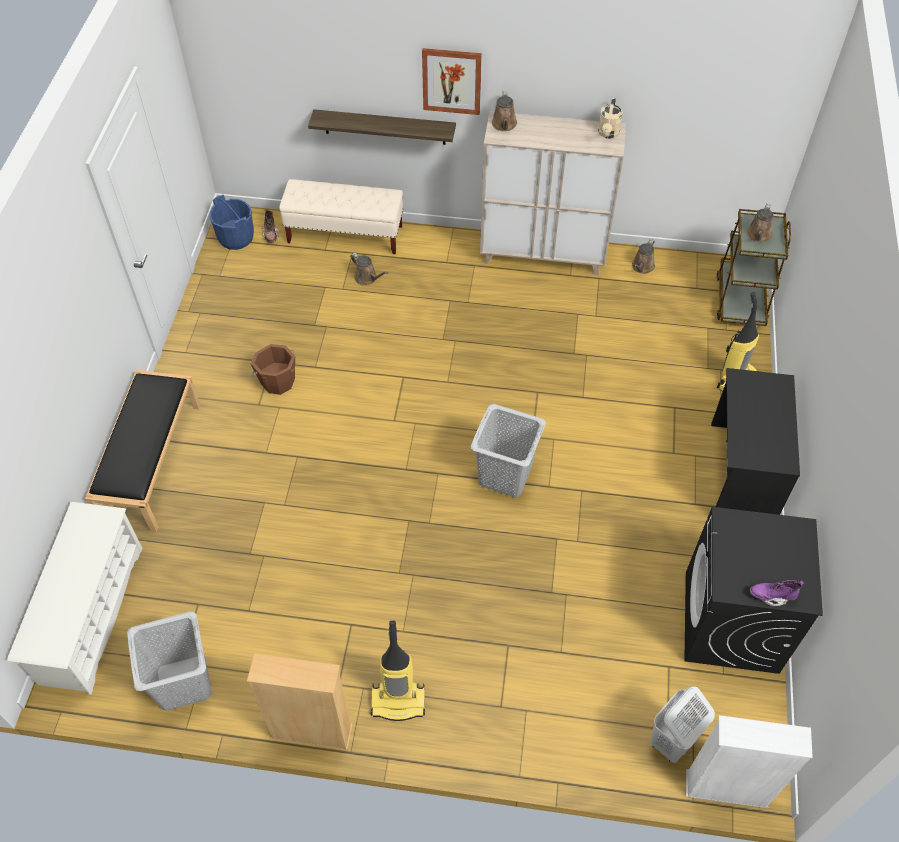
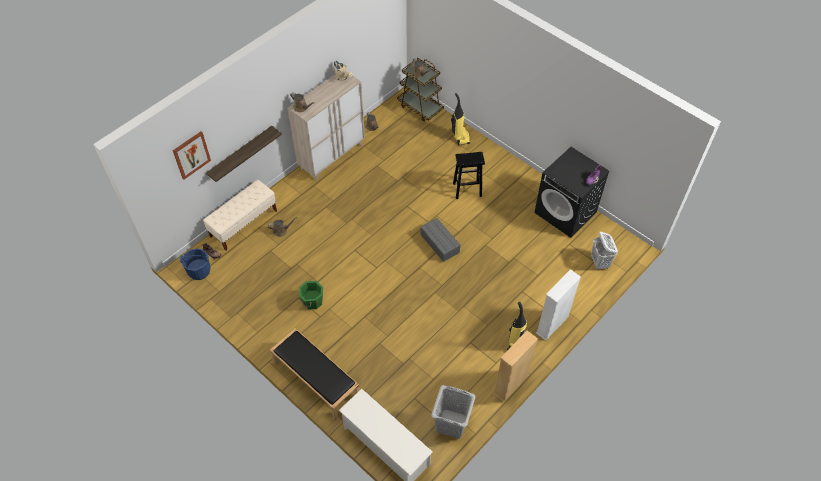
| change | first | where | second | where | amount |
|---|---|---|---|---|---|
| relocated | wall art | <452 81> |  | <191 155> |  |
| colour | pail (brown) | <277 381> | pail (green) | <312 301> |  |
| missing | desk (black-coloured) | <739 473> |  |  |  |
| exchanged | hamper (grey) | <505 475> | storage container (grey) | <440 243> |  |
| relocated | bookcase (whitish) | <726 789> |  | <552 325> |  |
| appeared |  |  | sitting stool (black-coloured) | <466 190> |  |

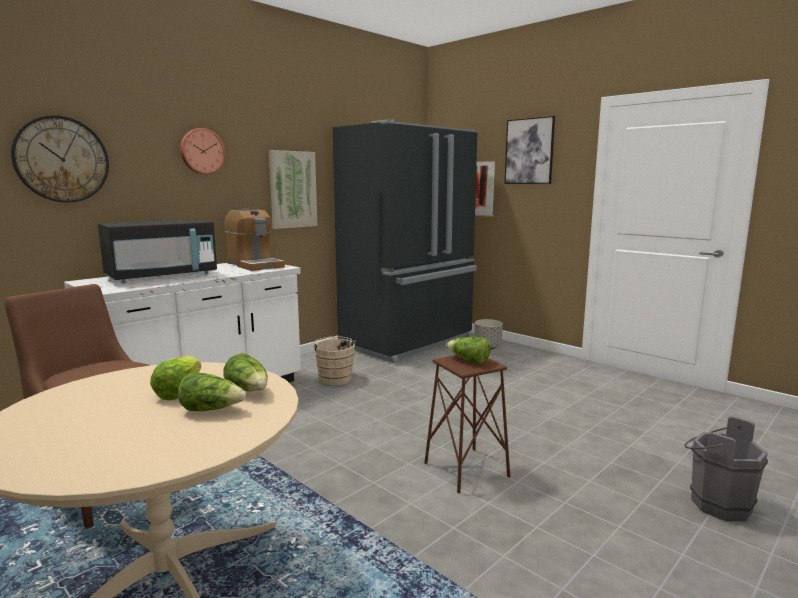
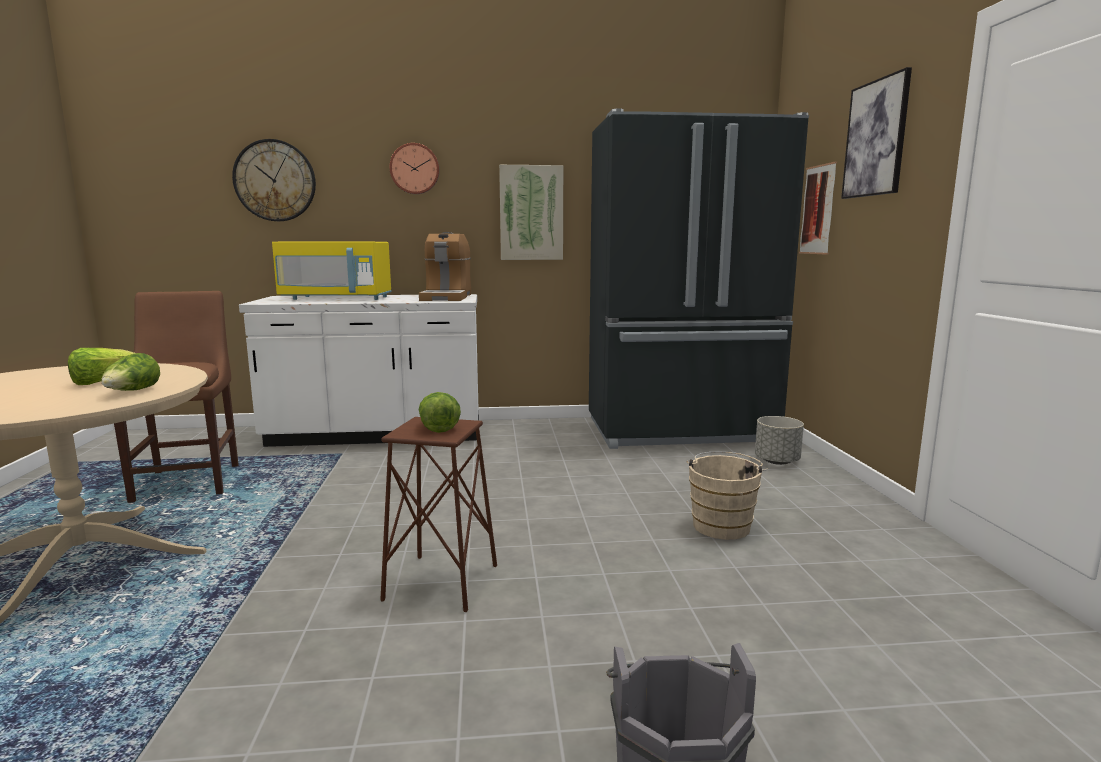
| change | first | where | second | where | amount |
|---|---|---|---|---|---|
| colour | microwave oven (black-coloured) | <162 277> | microwave oven (yellowish) | <337 298> |  |
| relocated | pail (sand-coloured) | <335 378> |  | <722 525> |  |
| missing | lettuce head | <212 410> |  |  |  |

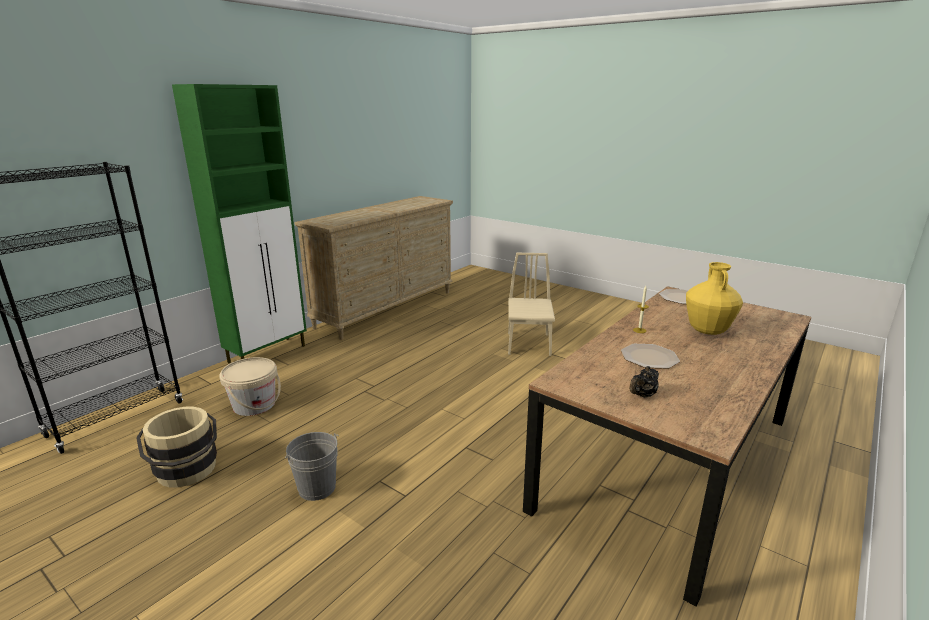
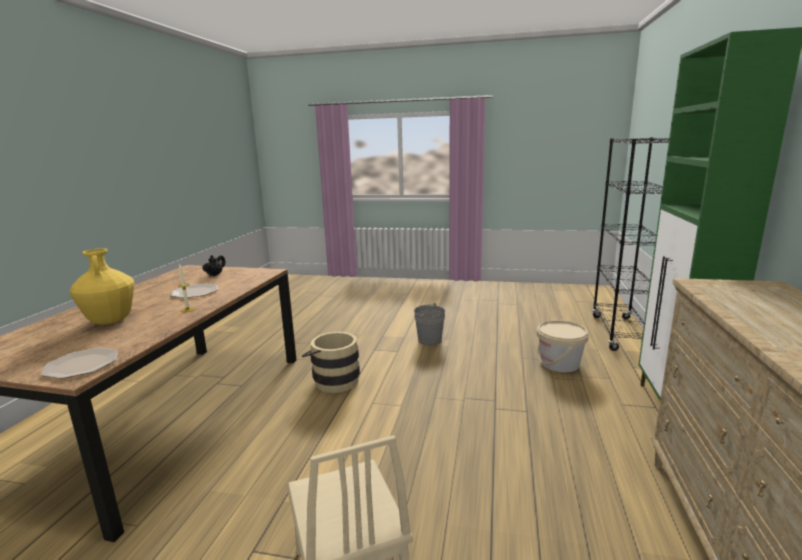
| change | first | where | second | where | amount |
|---|---|---|---|---|---|
| relocated | pail (sand-coloured) | <187 473> |  | <333 380> |  |

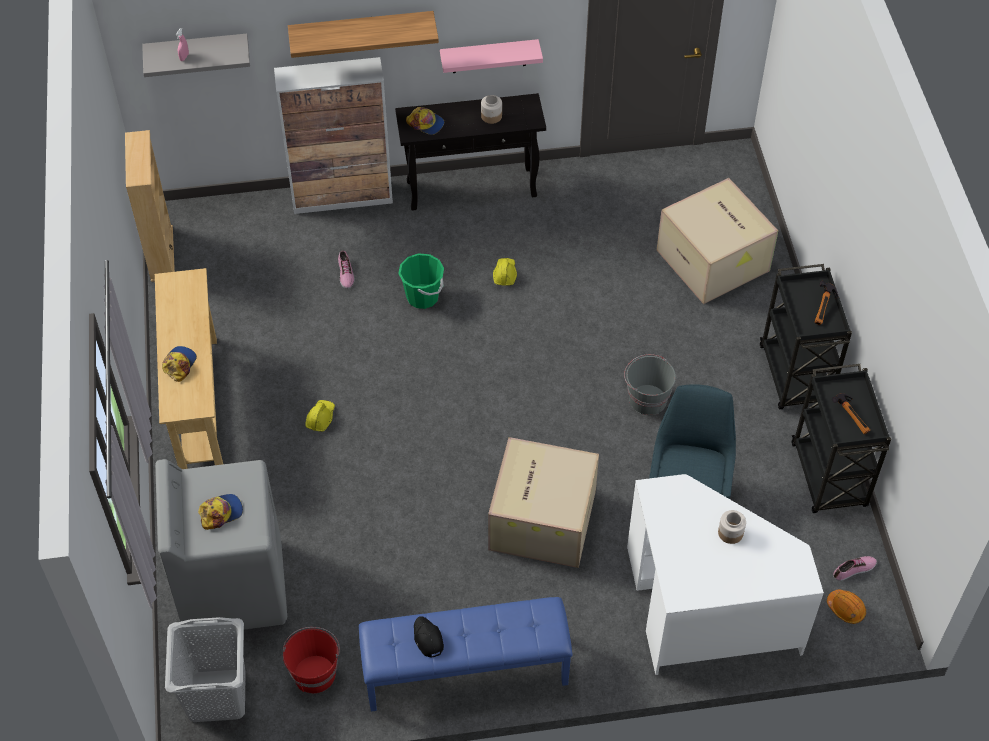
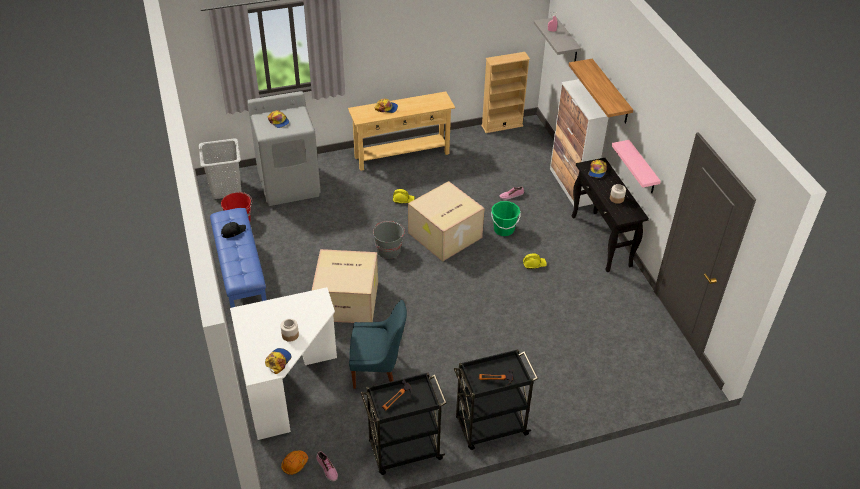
| change | first | where | second | where | amount |
|---|---|---|---|---|---|
| relocated | cardboard box | <714 261> |  | <445 236> |  |
| relocated | pail (grey) | <647 399> |  | <388 250> |  |
| appeared |  |  | baseball cap | <278 361> |  |

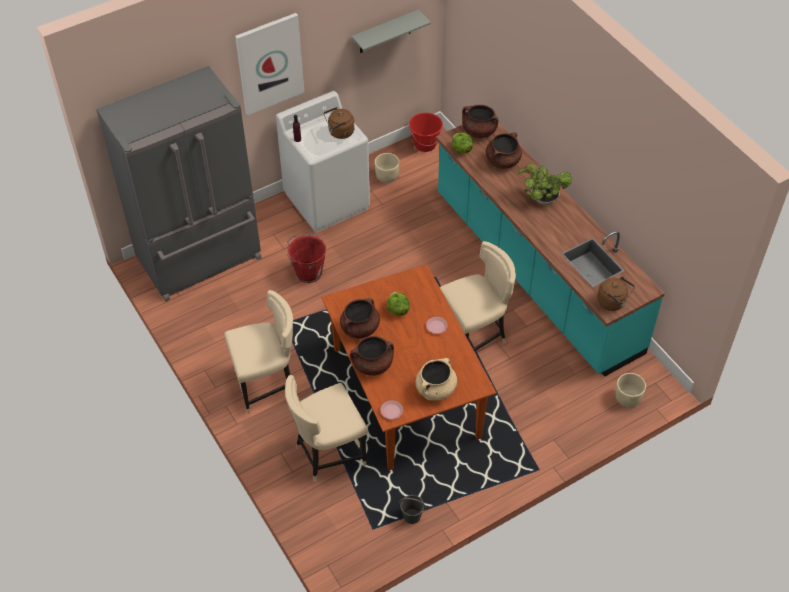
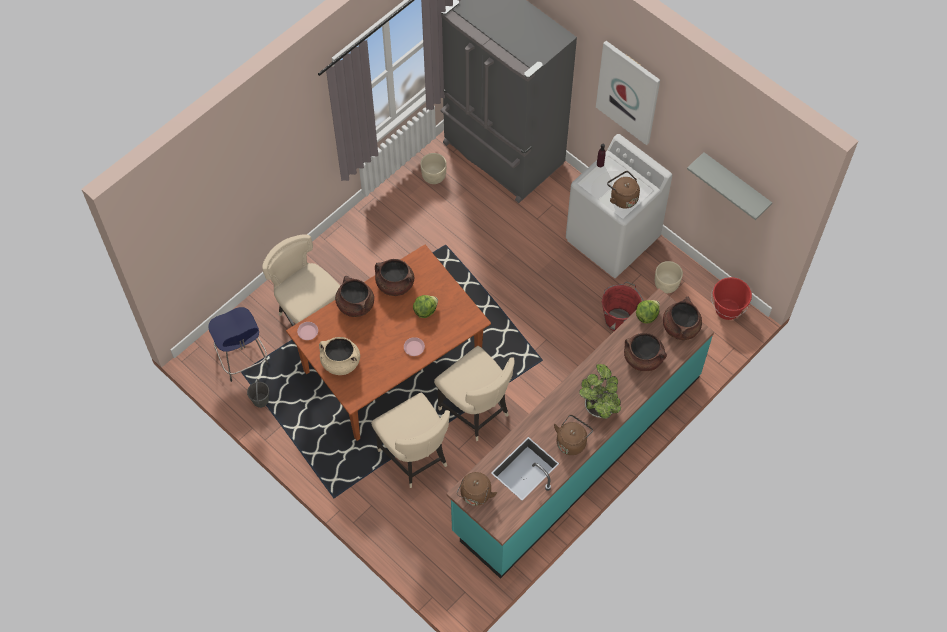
| change | first | where | second | where | amount |
|---|---|---|---|---|---|
| relocated | pail (reddish) | <308 272> |  | <619 319> |  |
| relocated | upright chair (sand-coloured) | <267 385> |  | <415 457> |  |
| relocated | planter (sand-coloured) | <627 398> |  | <434 176> |  |
| appeared |  |  | sitting stool (bluish) | <242 358> |  |
| appeared |  |  | tea kettle (brown) | <572 441> |  |

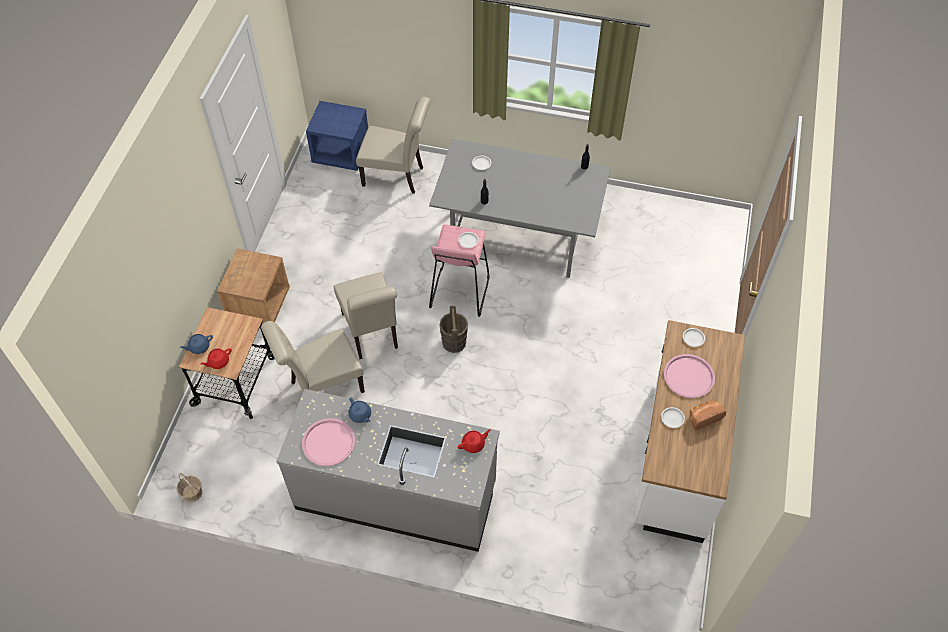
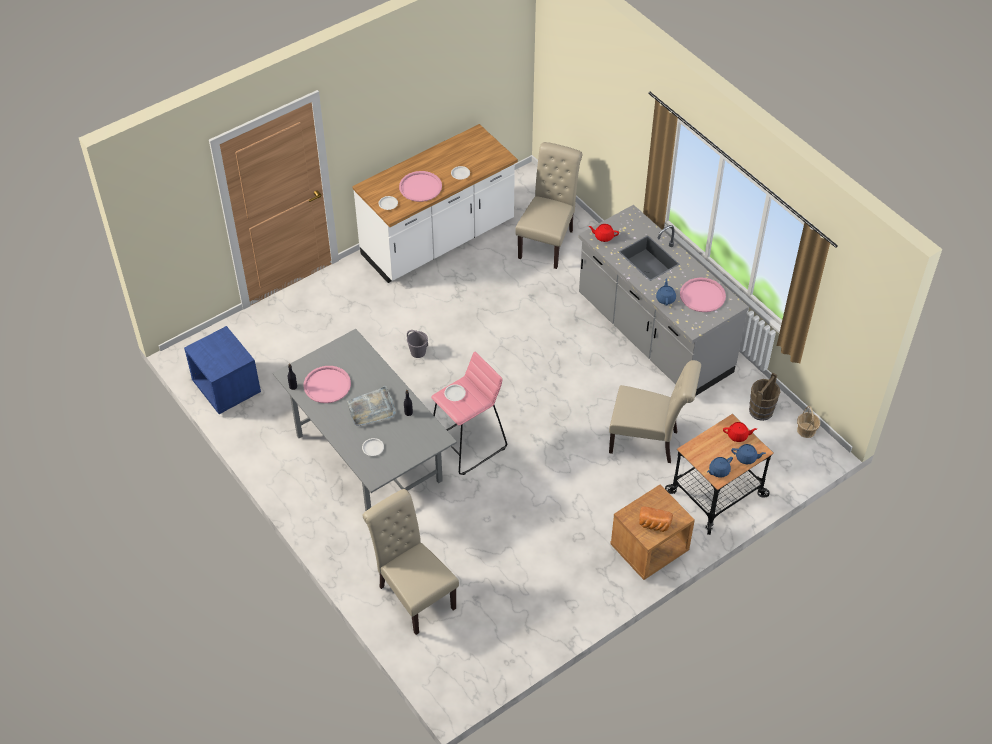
| change | first | where | second | where | amount |
|---|---|---|---|---|---|
| relocated | bedside table (bluish) | <341 153> |  | <226 388> |  |
| relocated | upright chair (sand-coloured) | <371 333> |  | <548 241> |  |
| relocated | pail (brown) | <454 342> |  | <760 411> |  |
| relocated | baked bread | <704 417> |  | <654 525> |  |
| appeared |  |  | pail (grey) | <418 352> |  |
| appeared |  |  | carrying tray (pink-coloured) | <327 385> |  |
| appeared |  |  | carrying tray (grey) | <371 409> |  |
| appeared |  |  | teapot (bluish) | <718 471> |  |

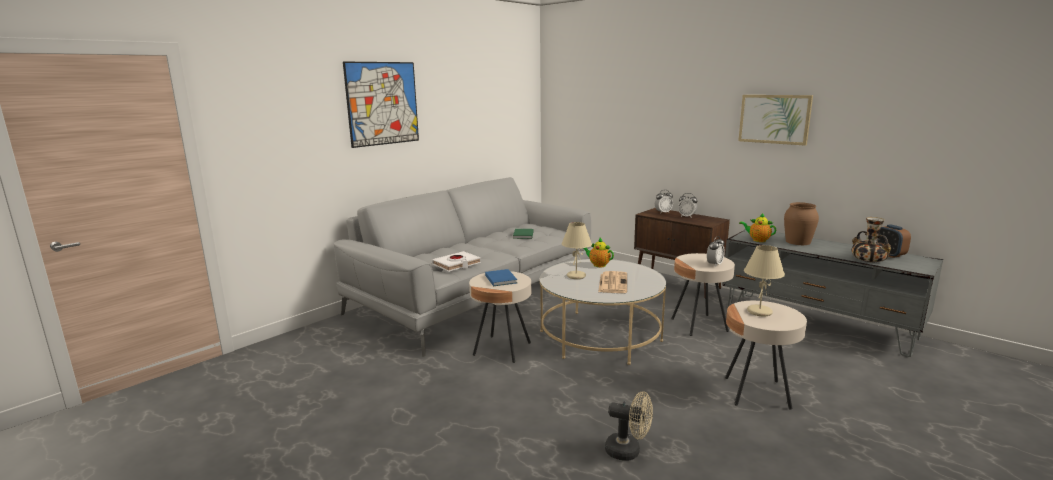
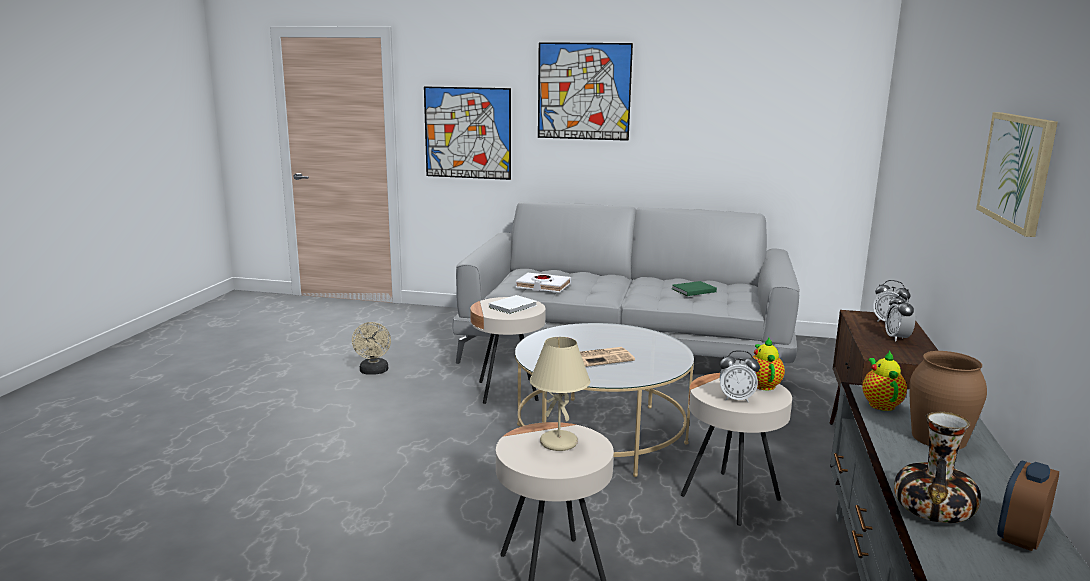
| change | first | where | second | where | amount |
|---|---|---|---|---|---|
| missing | lamp for a table (sand-coloured) | <576 276> |  |  |  |
| relocated | teapot | <598 265> |  | <763 384> |  |
| colour | book (bluish) | <501 279> | book (whitish) | <514 306> |  |
| relocated | fan (sand-coloured) | <628 451> |  | <374 372> |  |
| appeared |  |  | wall art | <467 133> |  |

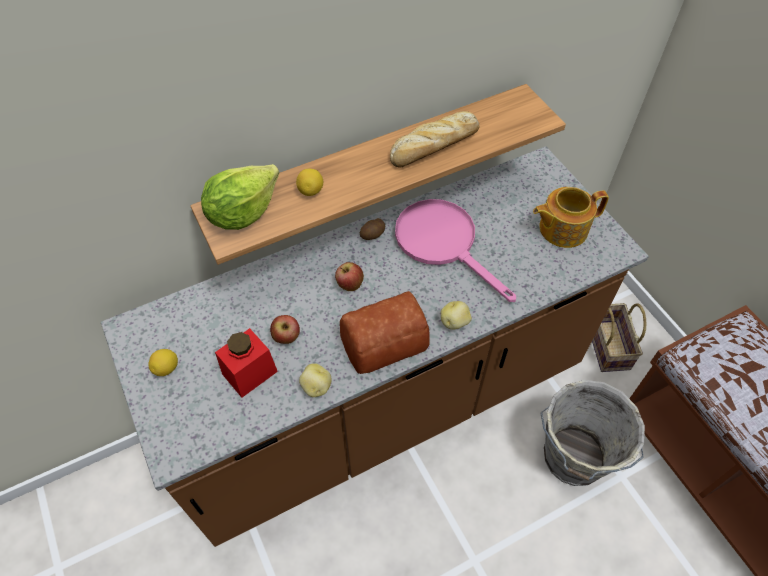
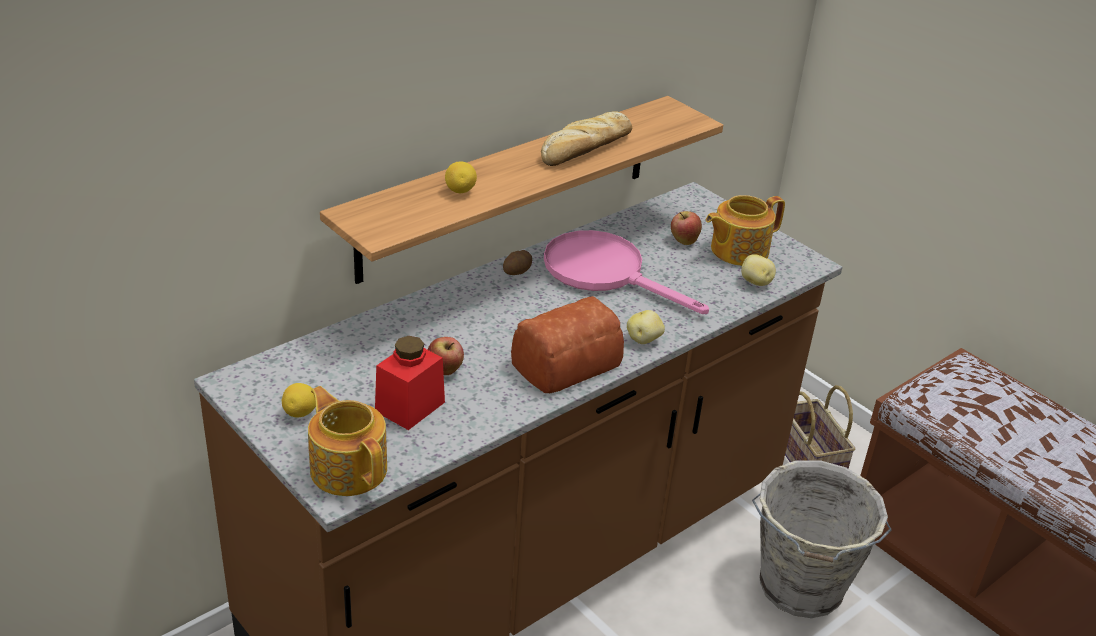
| change | first | where | second | where | amount |
|---|---|---|---|---|---|
| missing | lettuce head | <242 213> |  |  |  |
| relocated | whole apple | <350 285> |  | <683 241> |  |
| relocated | whole potato | <316 387> |  | <756 282> |  |
| appeared |  |  | teapot | <348 468> |  |

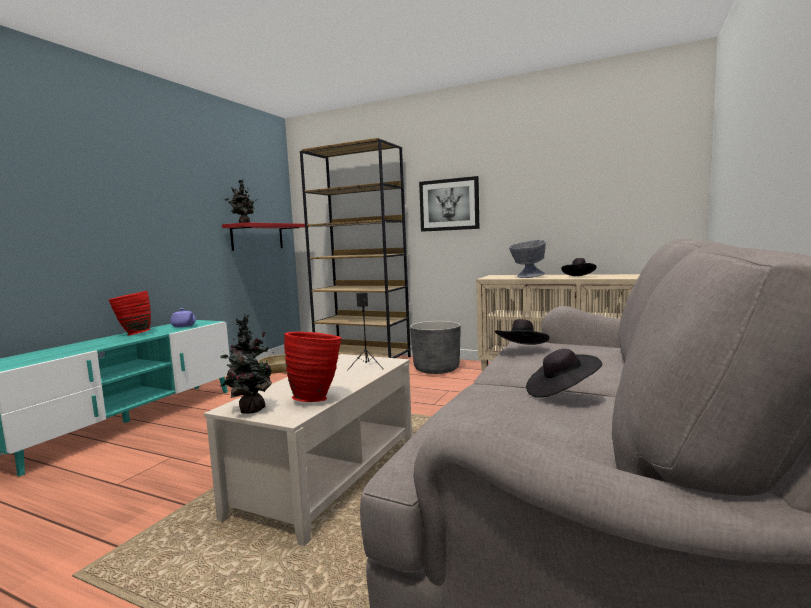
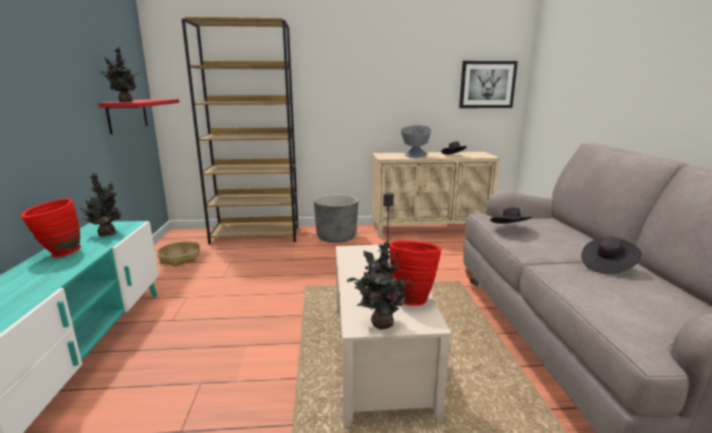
| change | first | where | second | where | amount |
|---|---|---|---|---|---|
| relocated | wall art | <449 204> |  | <487 84> |  |
| exchanged | teapot (purplish) | <184 326> | houseplant | <107 233> |  |

